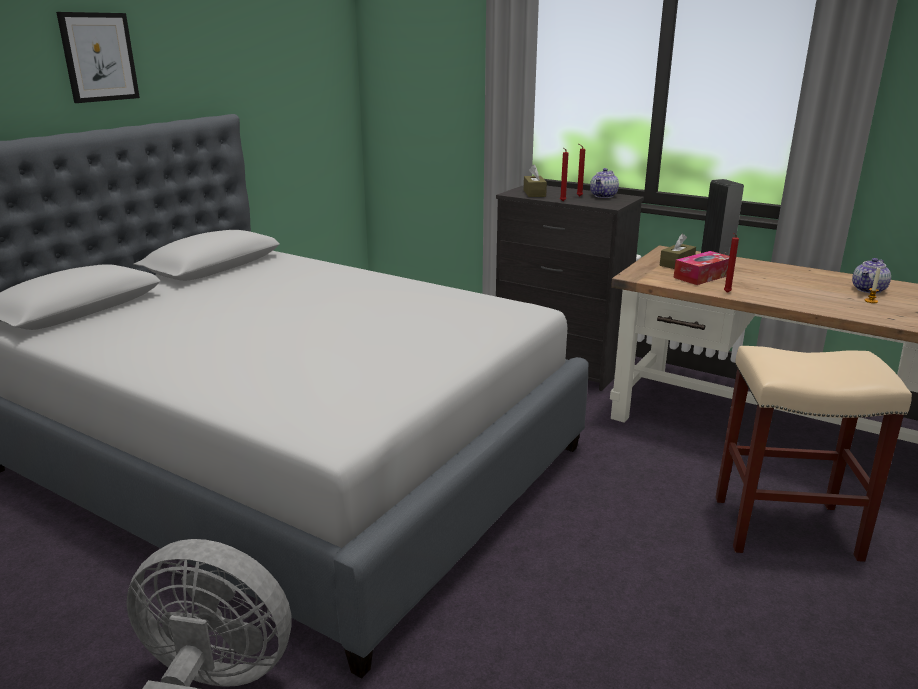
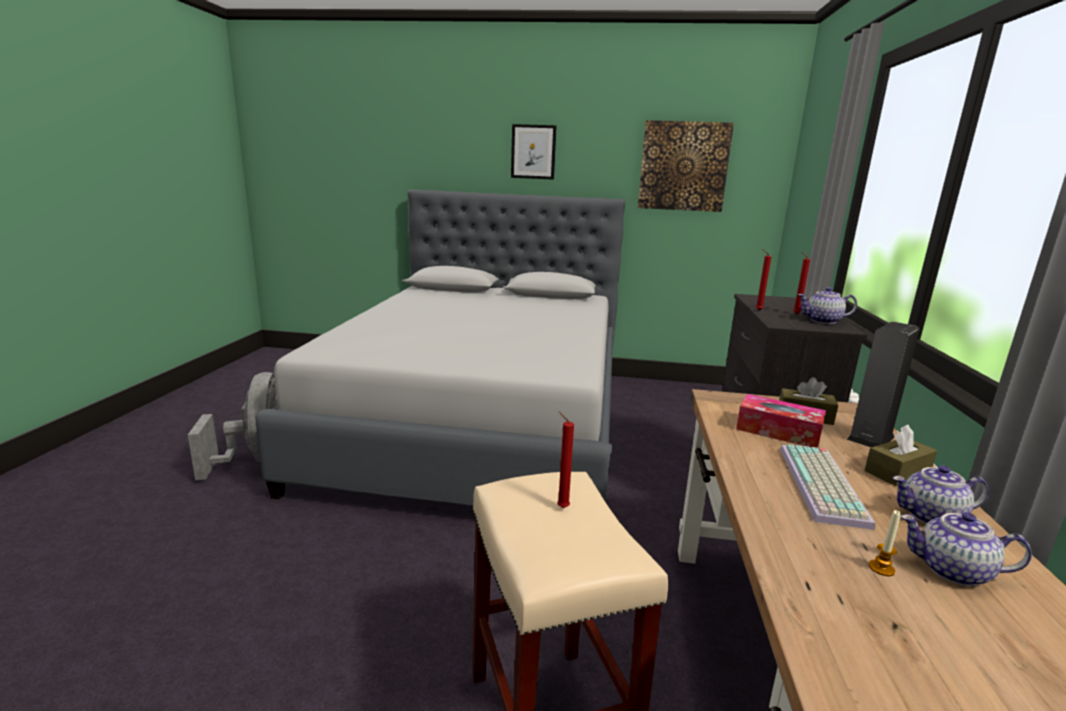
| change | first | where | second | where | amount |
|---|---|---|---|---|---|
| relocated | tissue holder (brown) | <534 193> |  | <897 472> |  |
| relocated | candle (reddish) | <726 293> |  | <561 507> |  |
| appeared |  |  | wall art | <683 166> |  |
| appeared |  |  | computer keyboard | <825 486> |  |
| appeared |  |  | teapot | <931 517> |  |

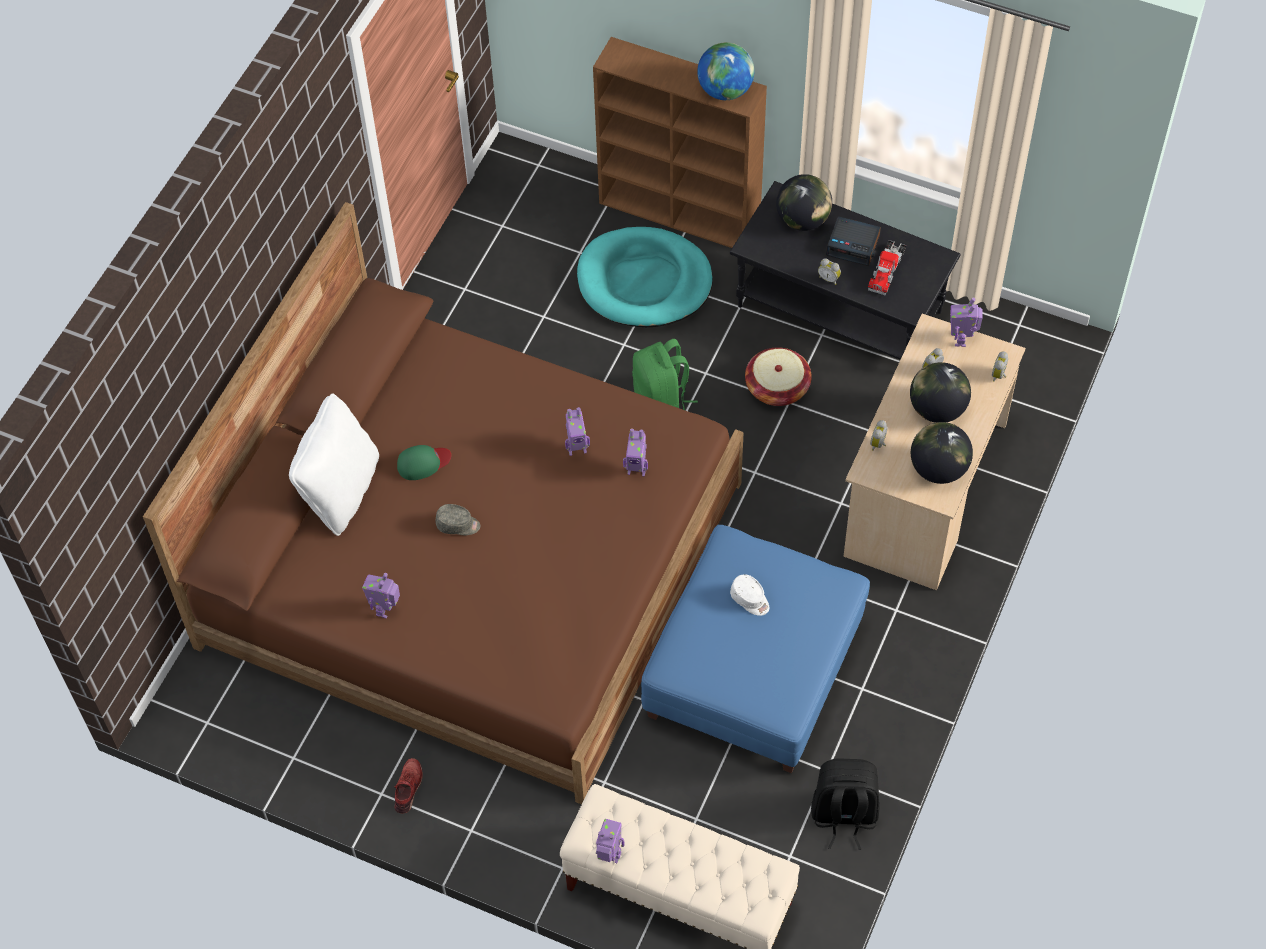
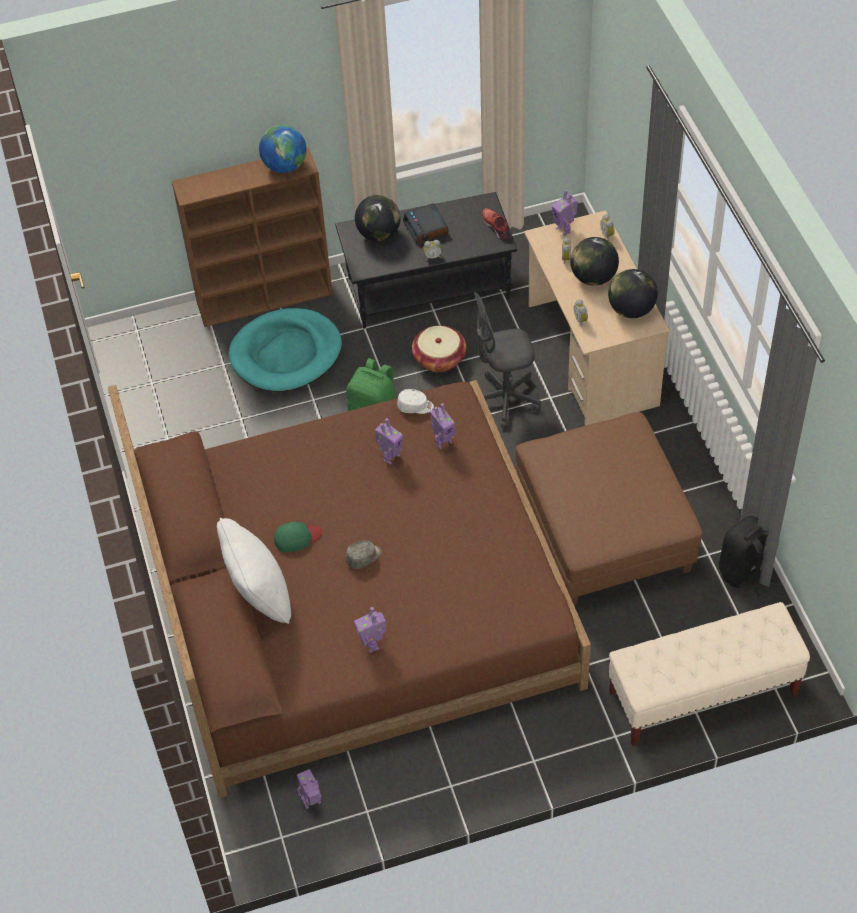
| change | first | where | second | where | amount |
|---|---|---|---|---|---|
| spun | bedside clock | <853 245> |  | <426 228> | 90 degrees clockwise |
| missing | toy truck | <886 270> |  |  |  |
| spun | baseball cap (green) | <423 463> |  | <297 538> | 45 degrees clockwise |
| colour | footrest (bluish) | <753 670> | footrest (brown) | <602 530> |  |
| relocated | baseball cap (whitish) | <750 599> |  | <415 406> |  |
| relocated | low shoe (reddish) | <409 788> |  | <496 226> |  |
| relocated | toy robot | <609 857> |  | <312 803> |  |
| appeared |  |  | desk chair (grey) | <505 400> |  |

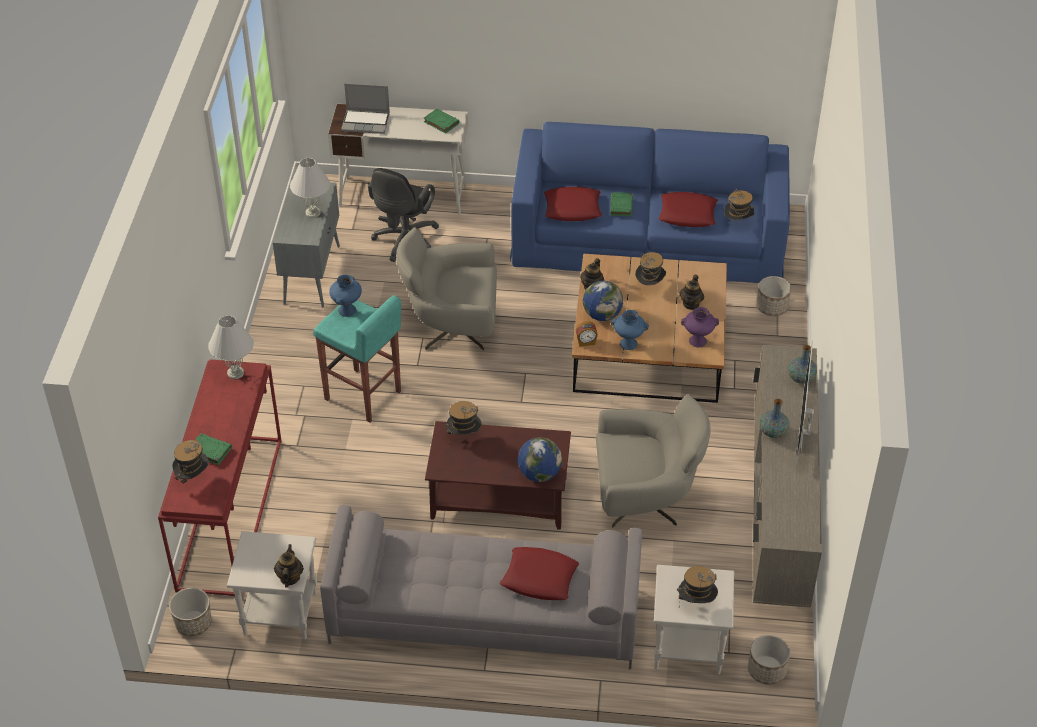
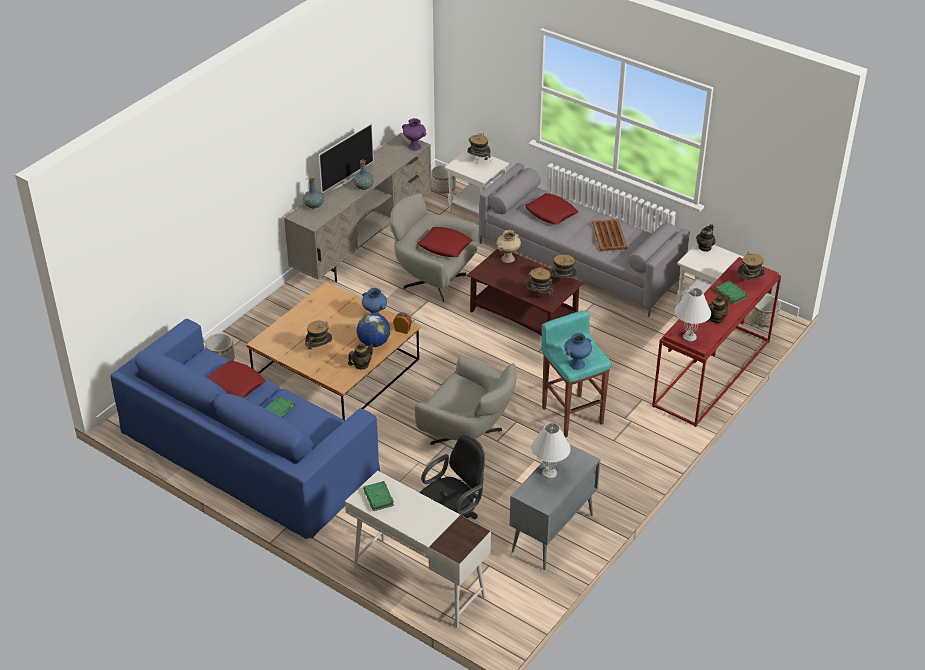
| change | first | where | second | where | amount |
|---|---|---|---|---|---|
| missing | notebook computer | <366 122> |  |  |  |
| relocated | pillow (reddish) | <572 208> |  | <444 246> |  |
| relocated | hat | <737 223> |  | <562 282> |  |
| relocated | teapot | <691 304> |  | <716 319> |  |
| relocated | flower vase (purplish) | <697 341> |  | <415 147> |  |
| exchanged | globe | <539 474> | flower vase (sand-coloured) | <508 259> |  |
| appeared |  |  | carrying tray (brown) | <609 236> |  |

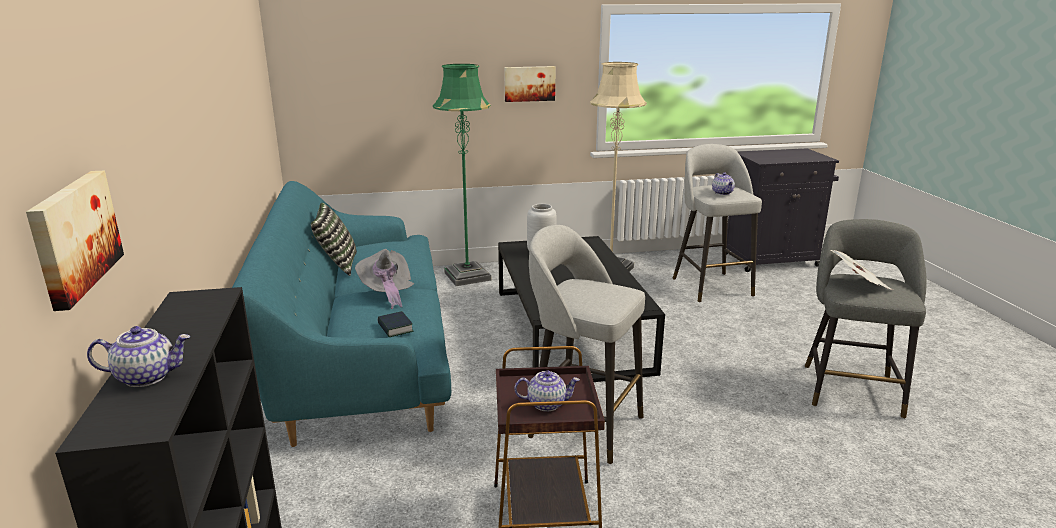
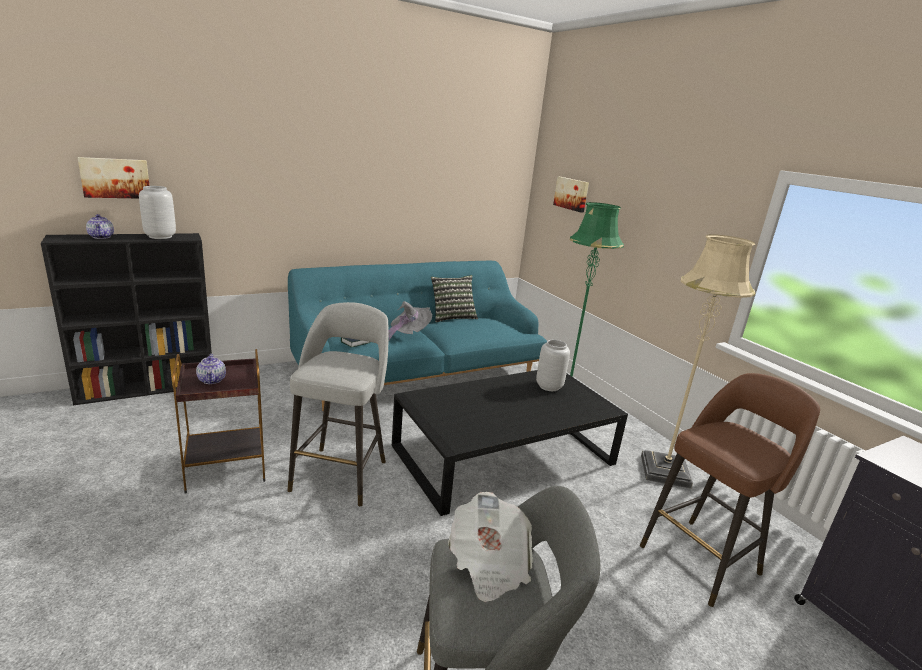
| change | first | where | second | where | amount |
|---|---|---|---|---|---|
| relocated | wall art | <529 83> |  | <572 194> |  |
| colour | sitting stool (grey) | <711 286> | sitting stool (brown) | <702 559> |  |
| missing | teapot | <722 193> |  |  |  |
| appeared |  |  | flower vase (grey) | <161 236> |  |

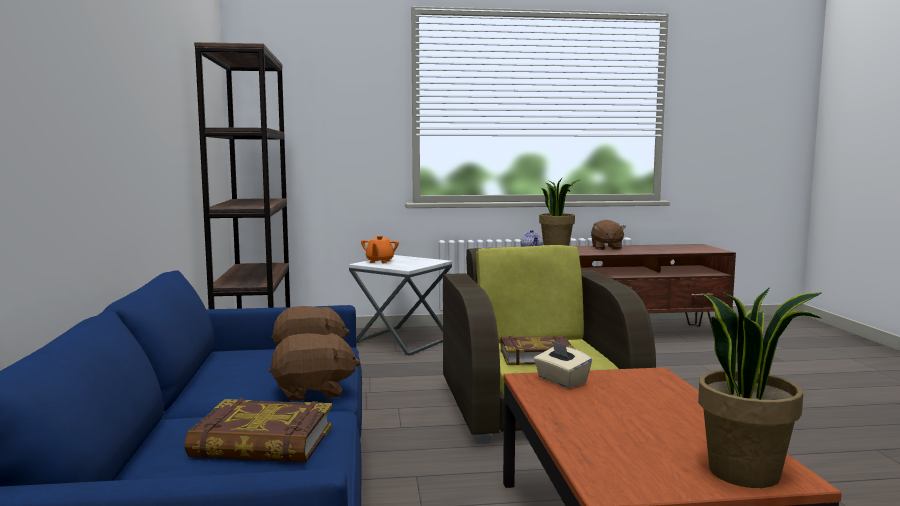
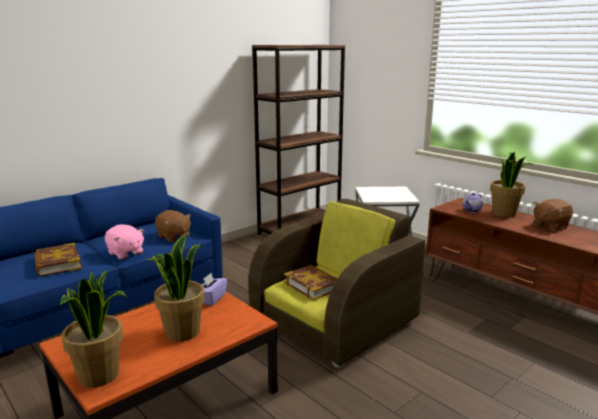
| change | first | where | second | where | amount |
|---|---|---|---|---|---|
| missing | teapot (orangey) | <379 261> |  |  |  |
| colour | plush toy (brown) | <313 392> | plush toy (pink-coloured) | <125 253> |  |
| colour | tissue holder (sand-coloured) | <561 381> | tissue holder (purplish) | <211 299> |  |
| appeared |  |  | houseplant | <182 332> |  |

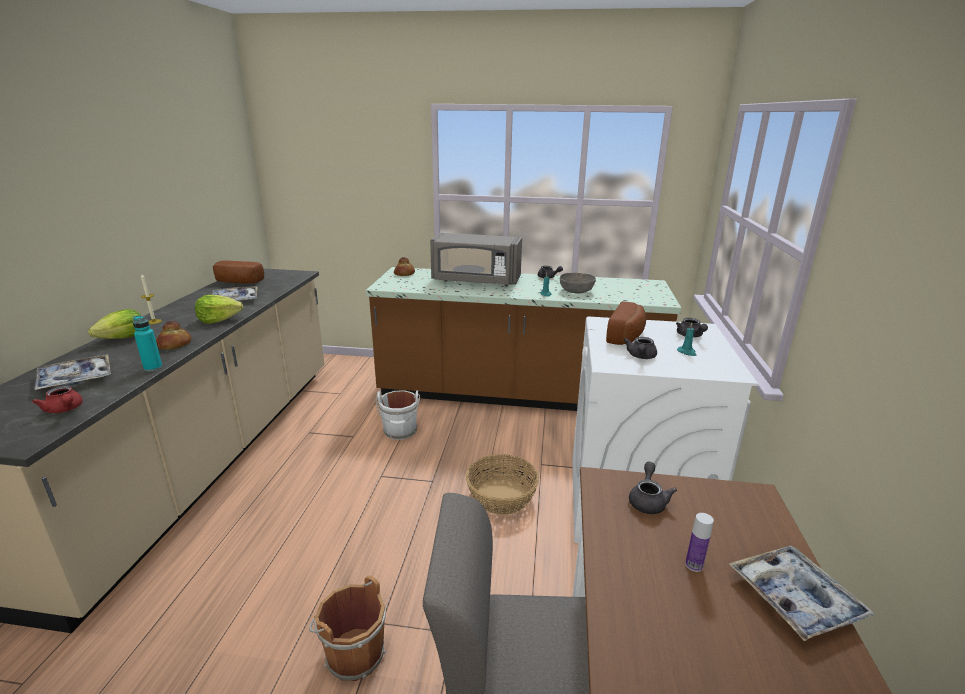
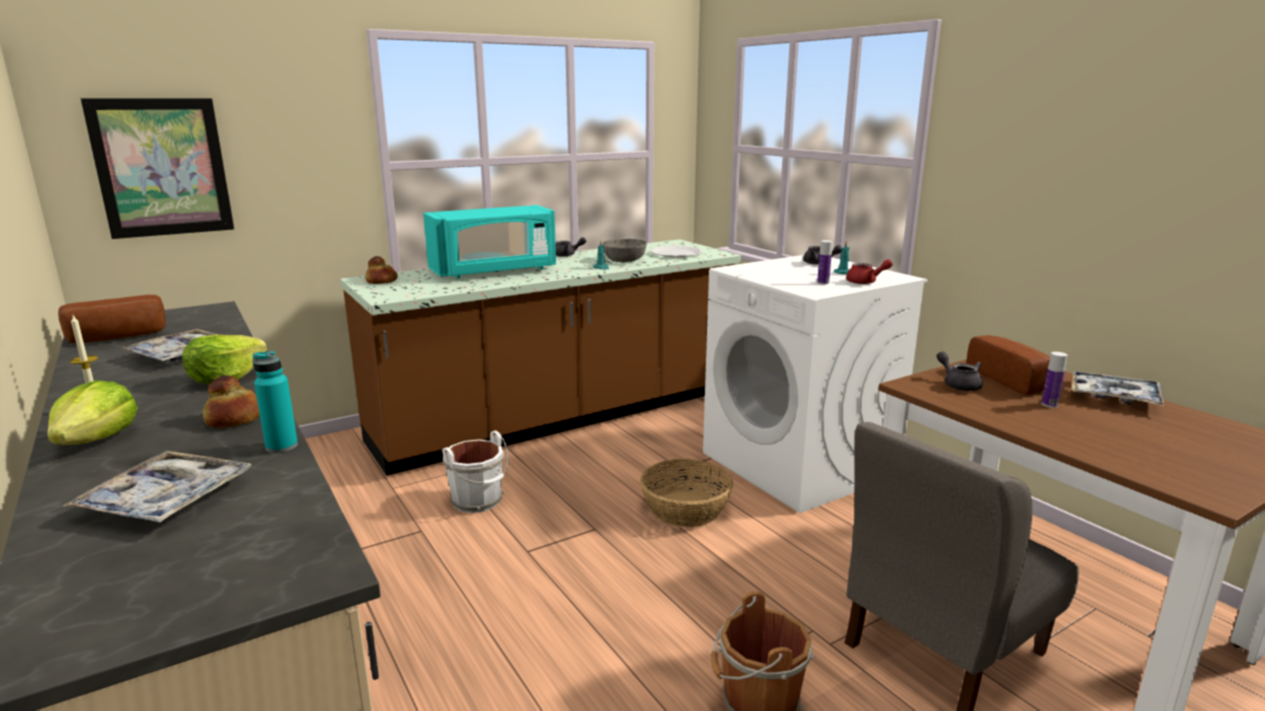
| change | first | where | second | where | amount |
|---|---|---|---|---|---|
| colour | microwave oven (grey) | <475 281> | microwave oven (blue-green) | <494 271> |  |
| relocated | baked bread | <627 336> |  | <1011 380> |  |
| exchanged | teapot (grey) | <640 357> | bottle | <823 283> |  |
| relocated | teapot (reddish) | <65 409> |  | <866 282> |  |
| appeared |  |  | wall art | <162 167> |  |
| appeared |  |  | dinner plate (whitish) | <676 253> |  |

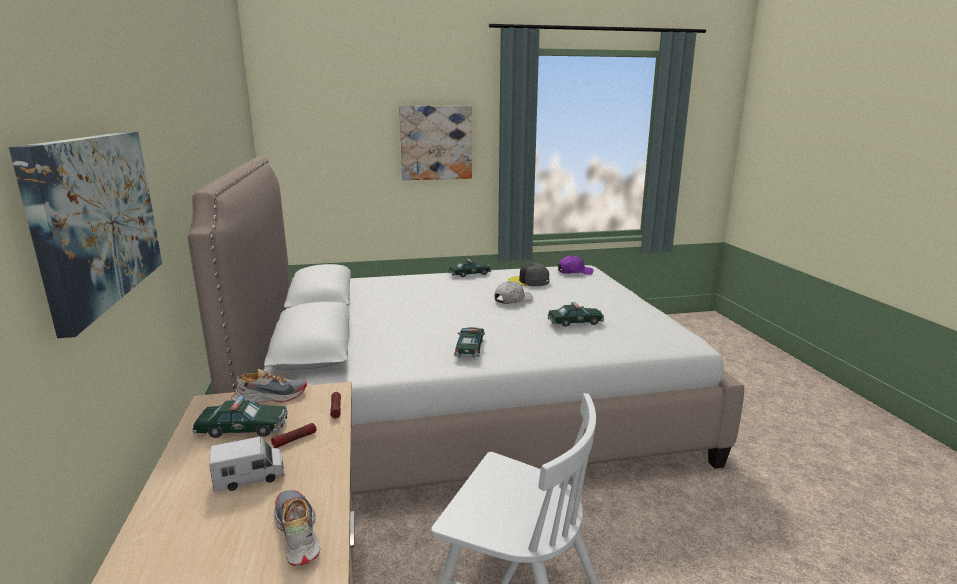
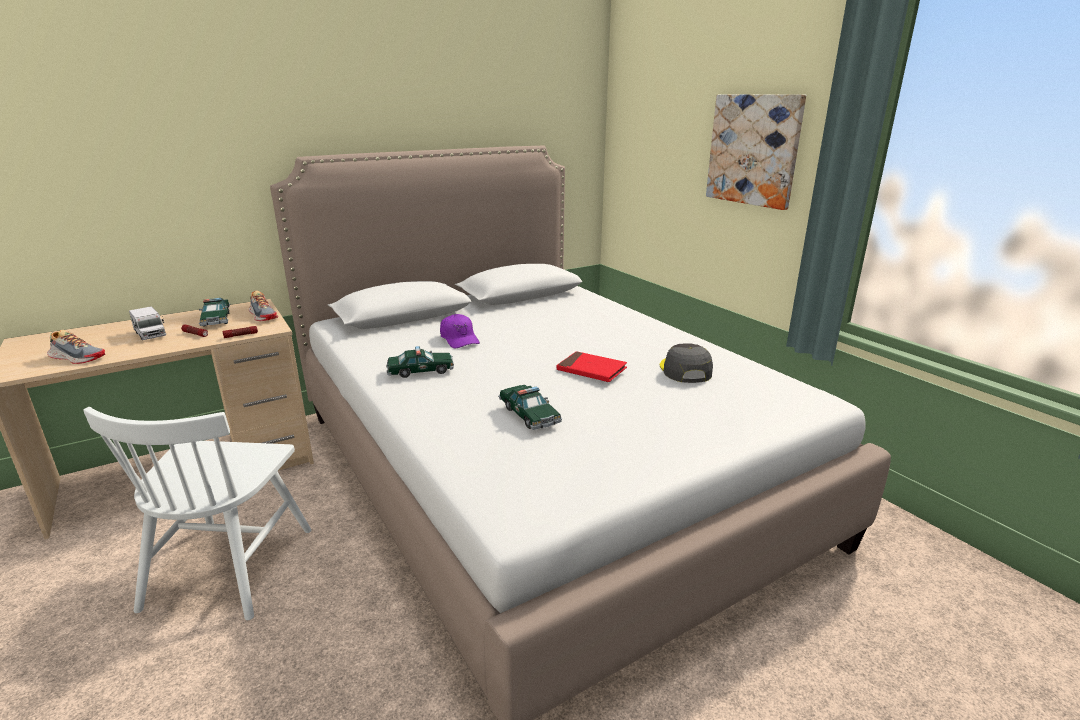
| change | first | where | second | where | amount |
|---|---|---|---|---|---|
| missing | wall art | <96 219> |  |  |  |
| relocated | baseball cap (purplish) | <574 272> |  | <459 339> |  |
| missing | toy car | <470 274> |  |  |  |
| exchanged | baseball cap (whitish) | <513 300> | book (reddish) | <591 370> |  |
| spun | low shoe | <296 534> |  | <77 357> | 60 degrees clockwise |

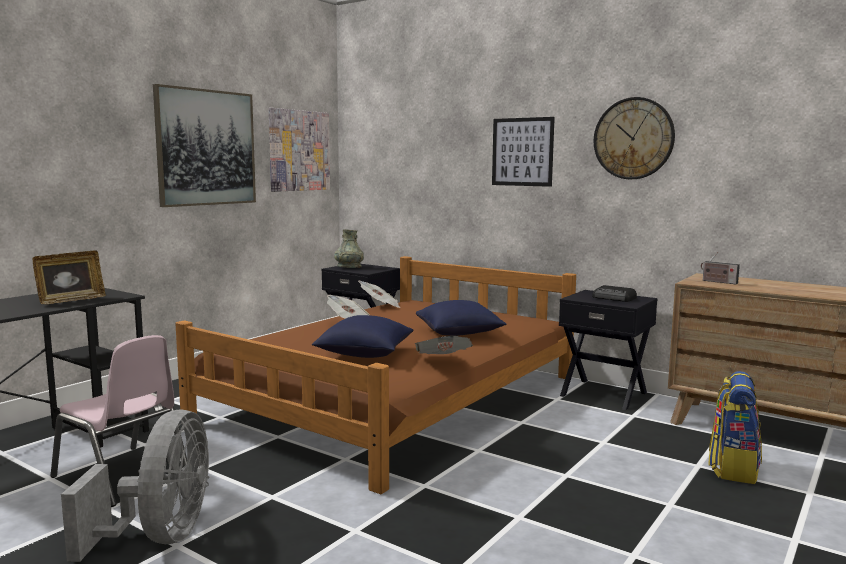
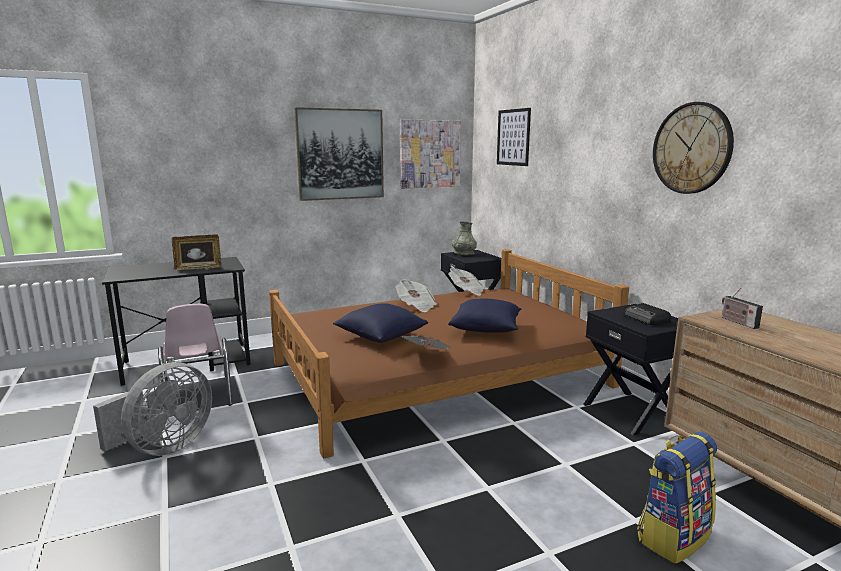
| change | first | where | second | where | amount |
|---|---|---|---|---|---|
| relocated | wall art | <522 152> |  | <513 137> |  |

